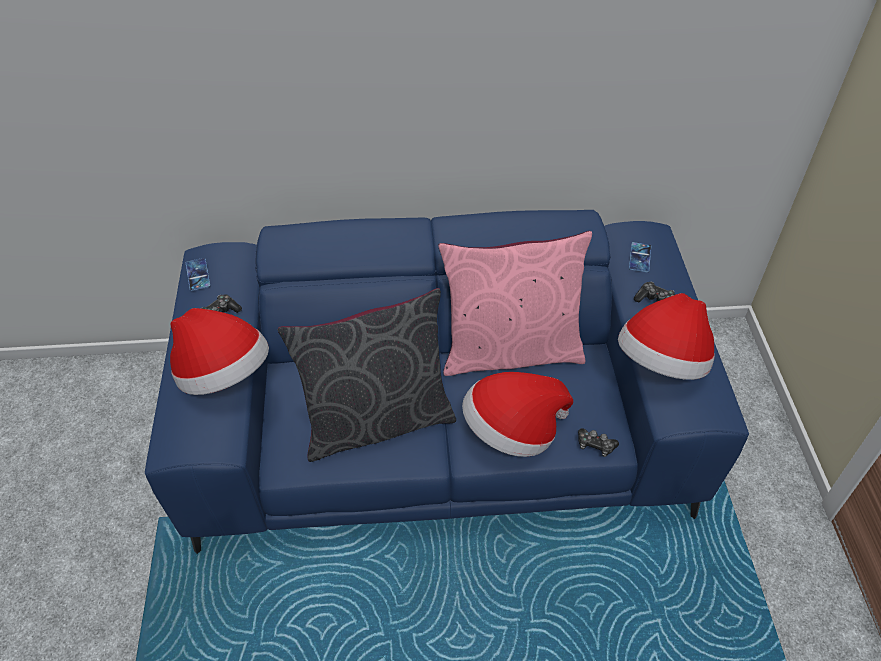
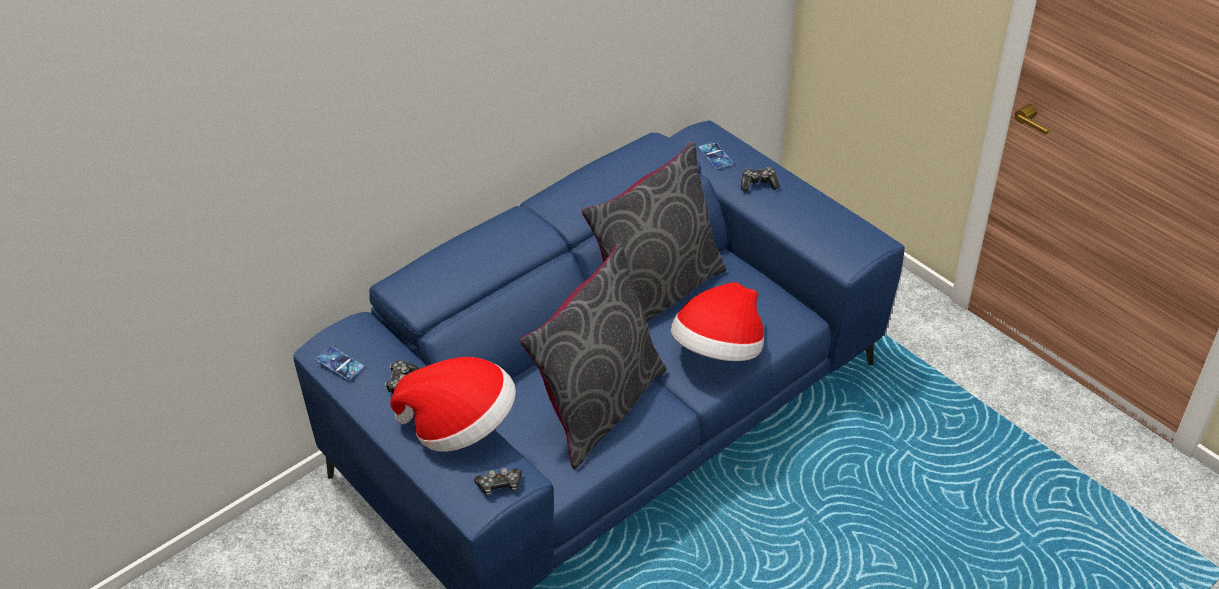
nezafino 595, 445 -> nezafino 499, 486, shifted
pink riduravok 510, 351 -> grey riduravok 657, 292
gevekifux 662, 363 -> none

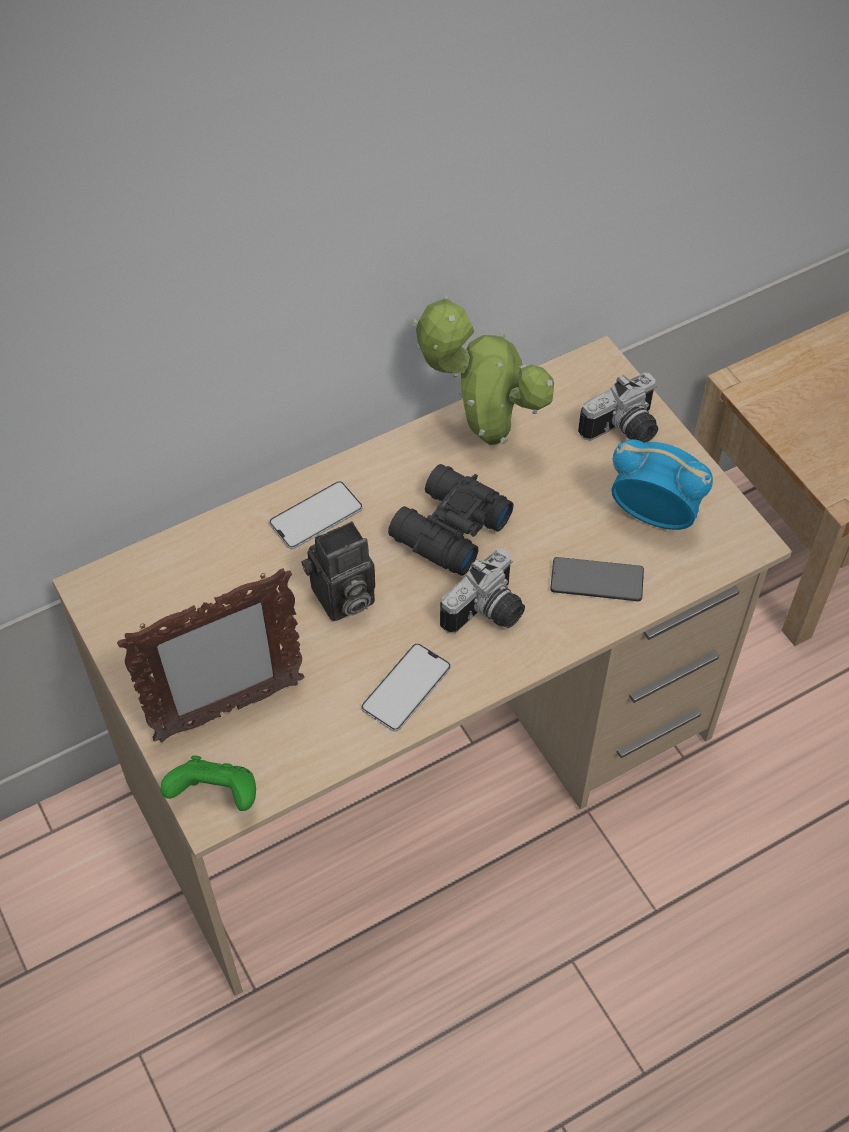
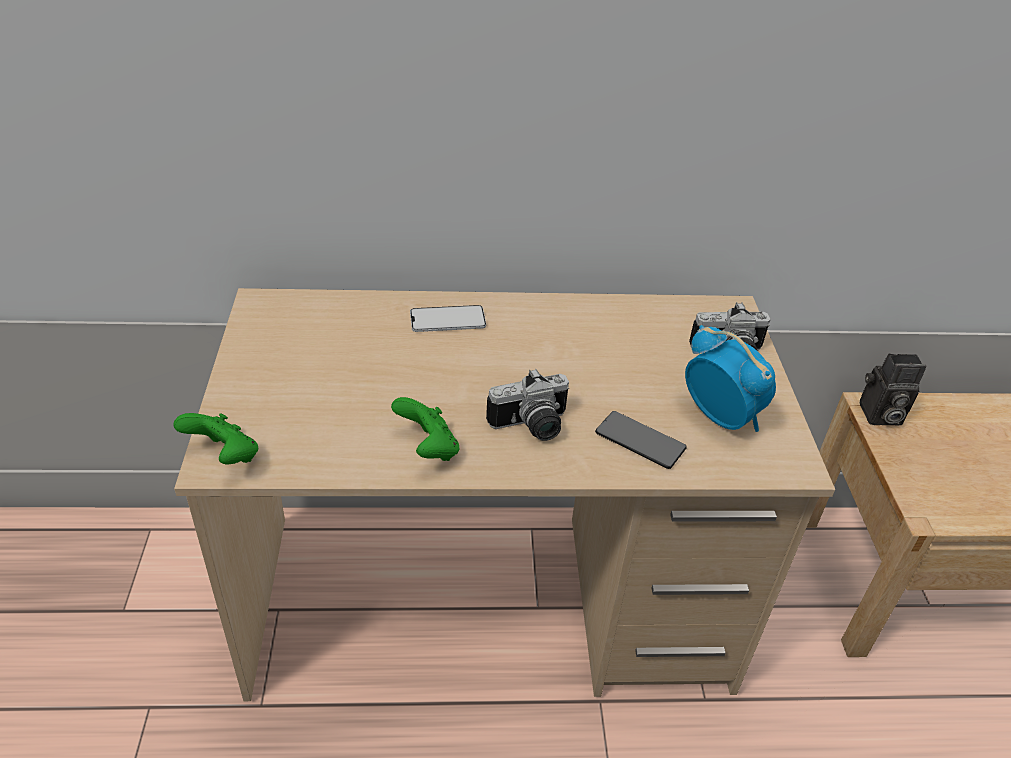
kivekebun 406, 687 -> green nezafino 428, 448
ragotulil 342, 600 -> ragotulil 879, 415, shifted
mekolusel 228, 711 -> none
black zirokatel 447, 530 -> none
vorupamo 483, 435 -> none

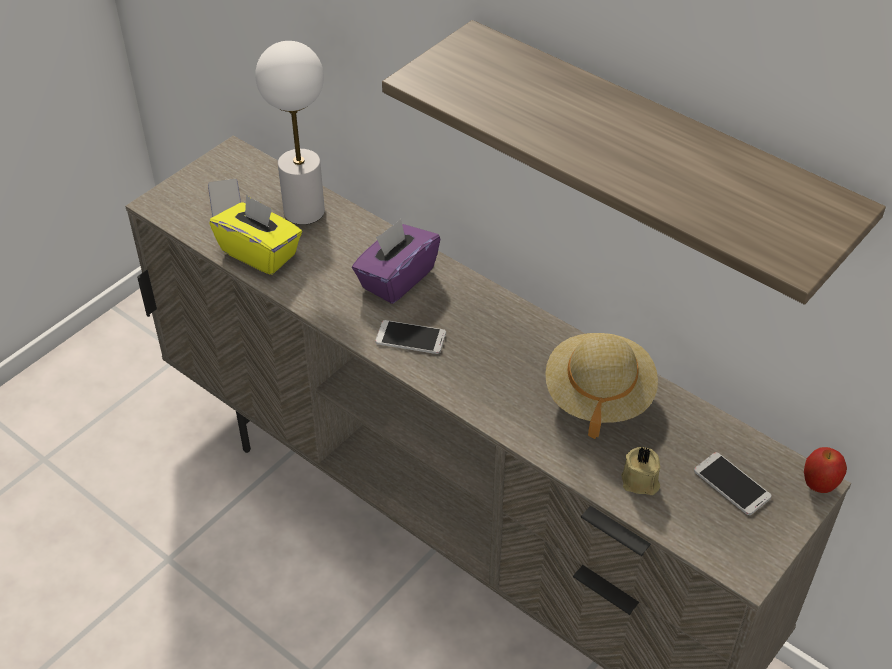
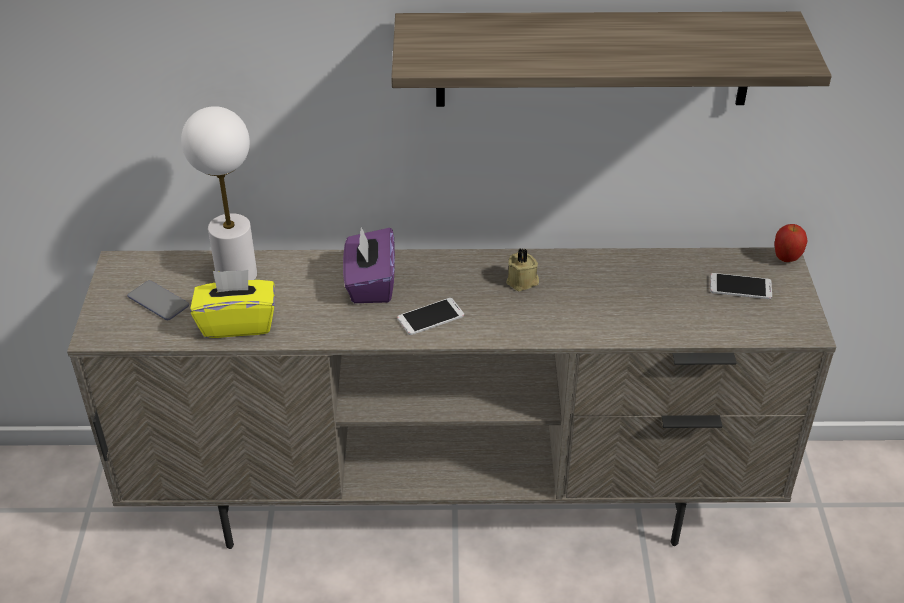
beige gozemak 640, 482 -> beige gozemak 523, 282, shifted
beige gevekifux 598, 395 -> none

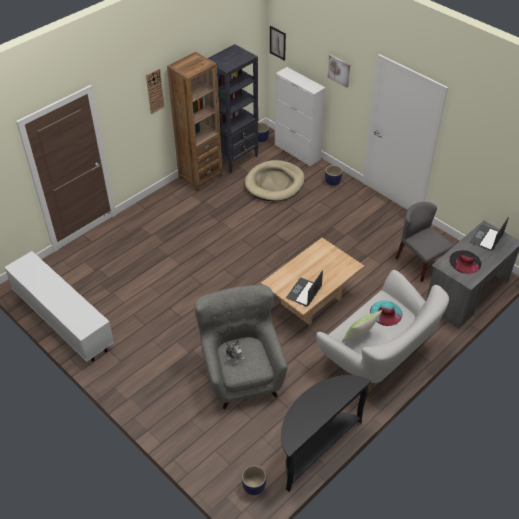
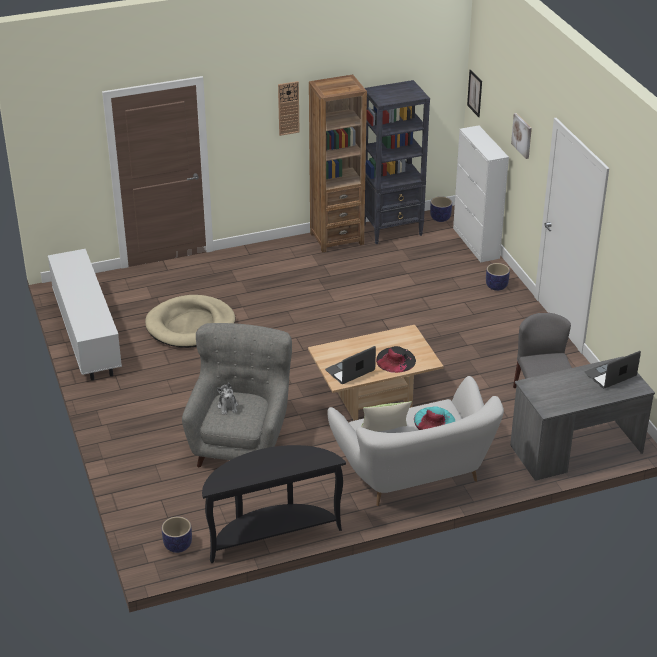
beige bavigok 274, 183 -> beige bavigok 190, 325, shifted
black gevekifux 465, 262 -> black gevekifux 395, 360, shifted

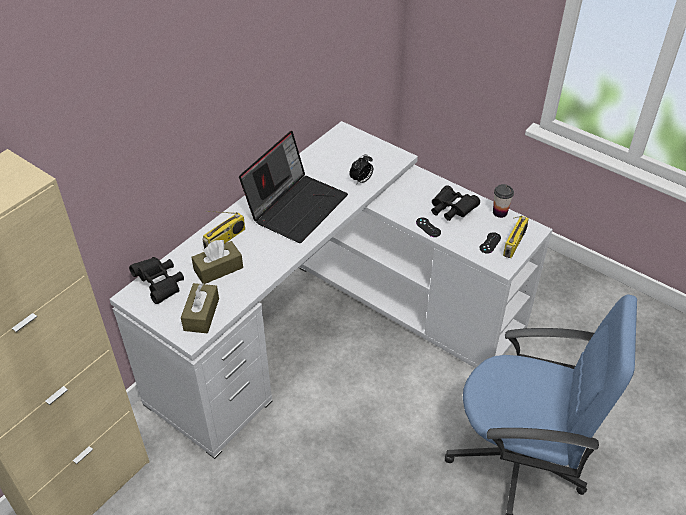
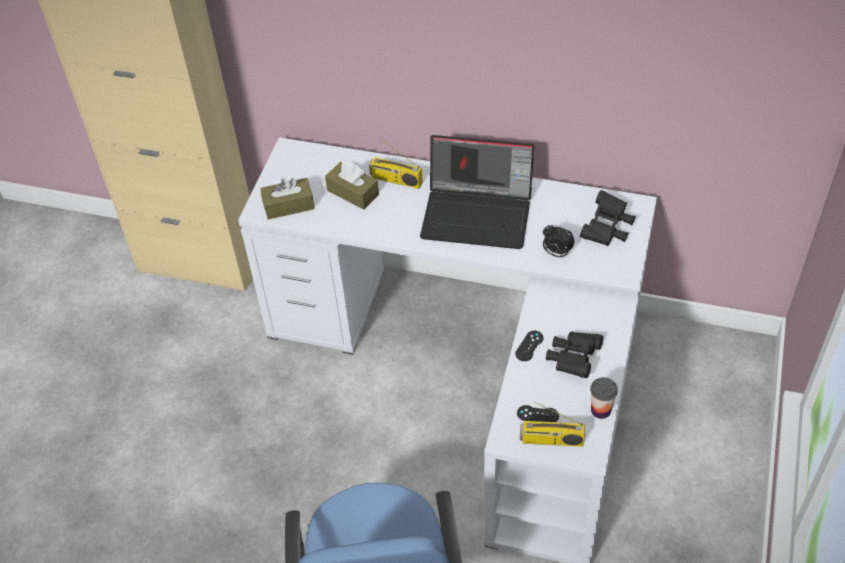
black zirokatel 160, 285 -> black zirokatel 607, 228, shifted

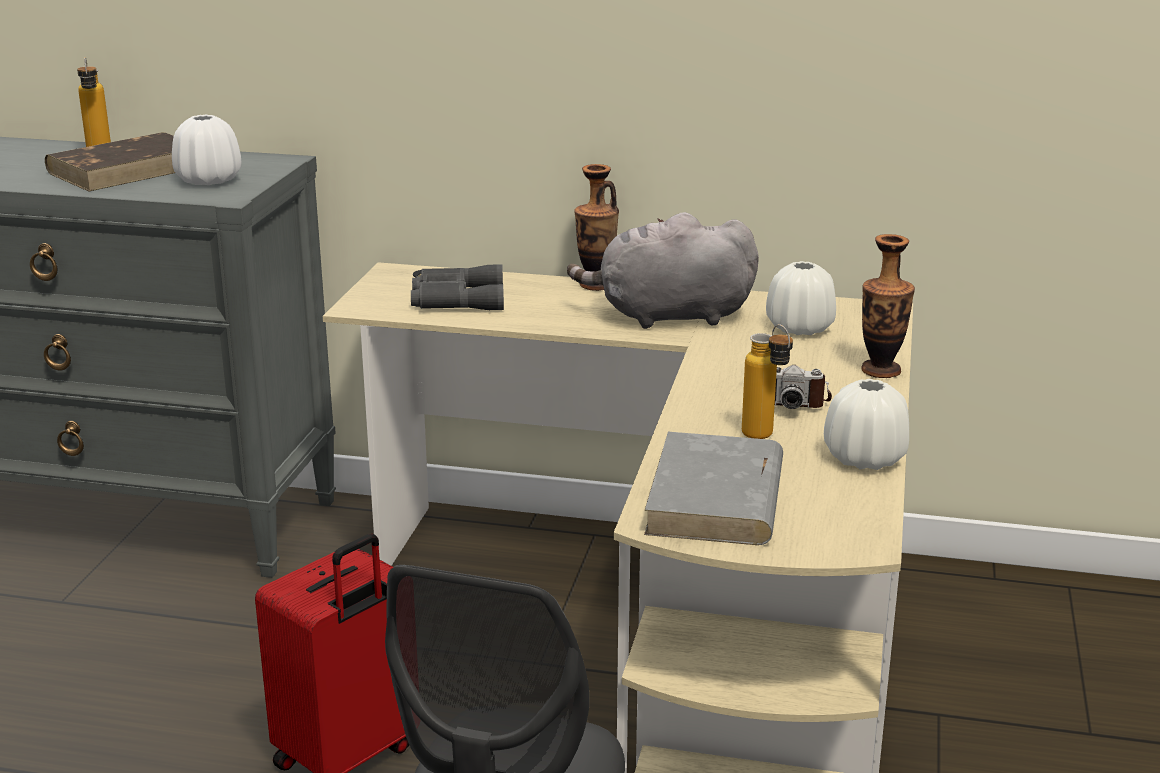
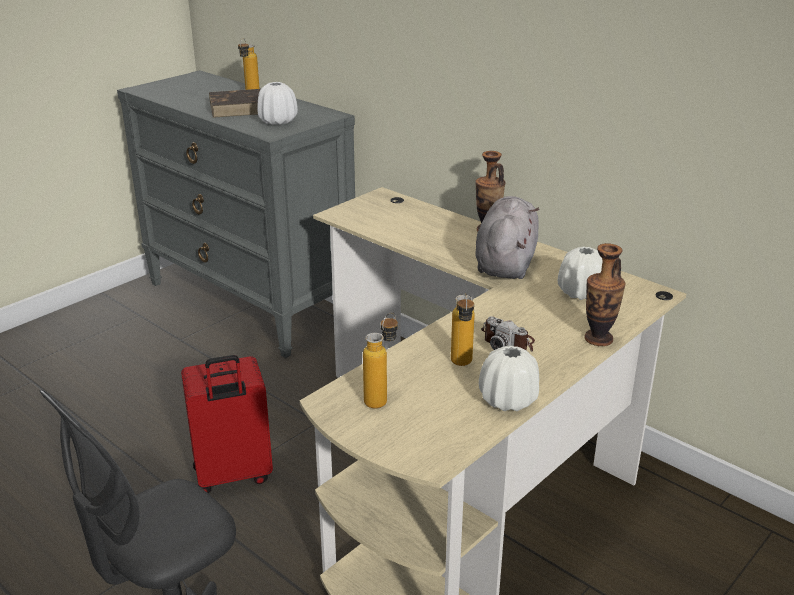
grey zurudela 716, 499 -> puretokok 382, 398
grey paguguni 668, 316 -> grey paguguni 505, 263, 75 degrees clockwise
grey zirokatel 455, 299 -> none

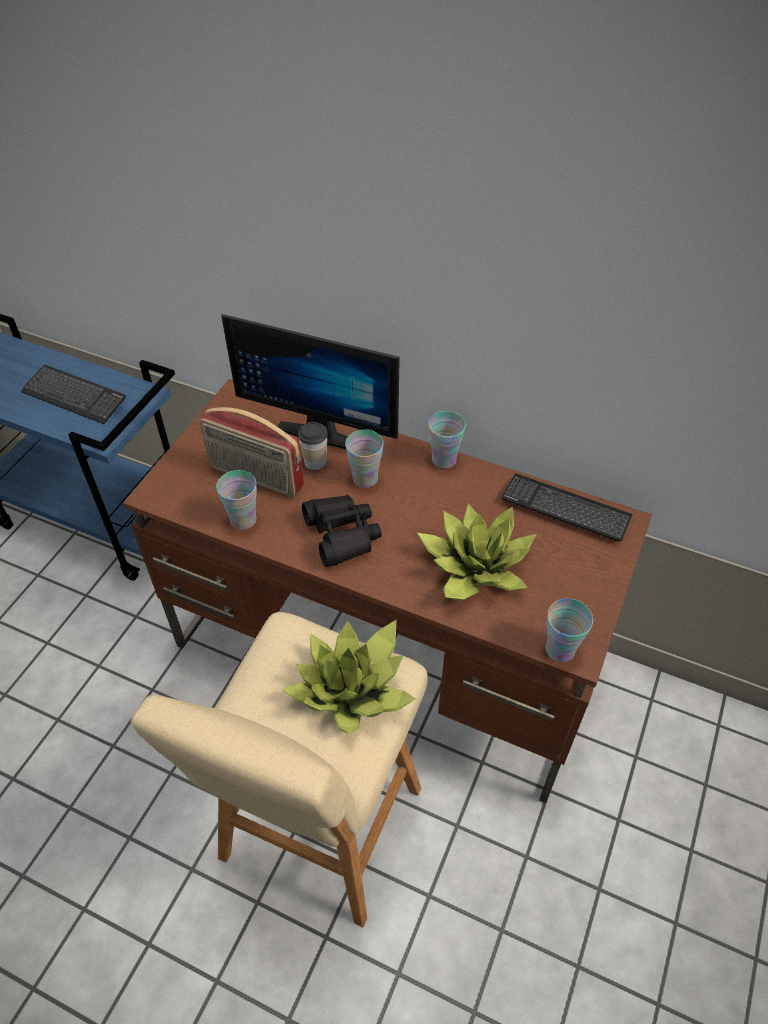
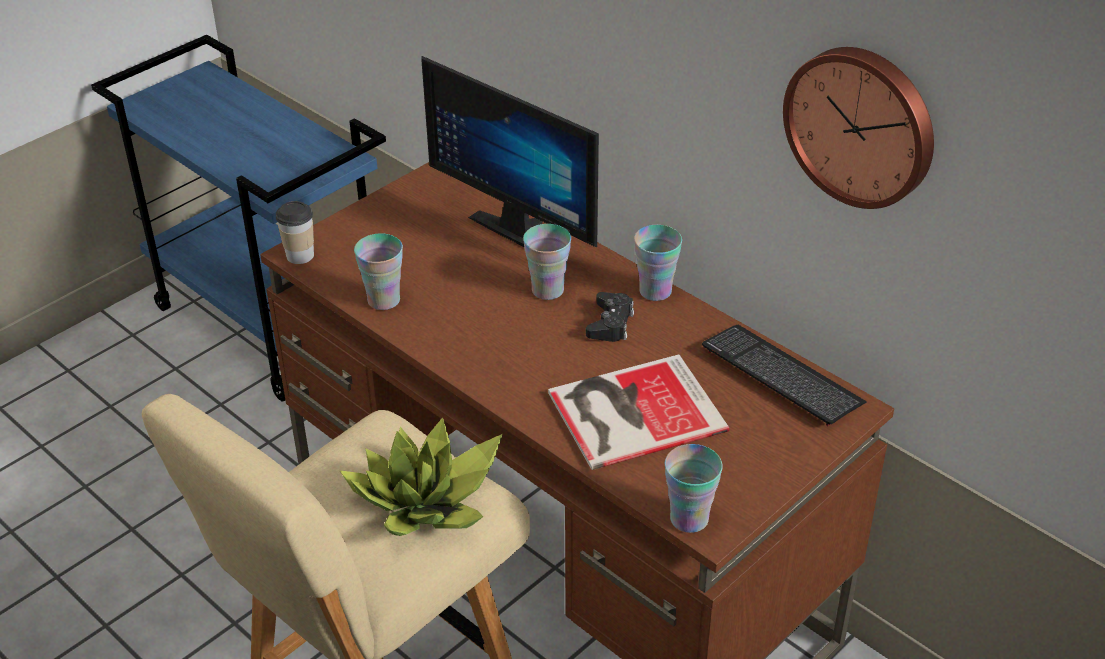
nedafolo 315, 462 -> nedafolo 300, 255, shifted
vorupamo 475, 567 -> zurudela 631, 411
none -> black nezafino 610, 323
none -> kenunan 862, 125
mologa 74, 396 -> none
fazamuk 255, 477 -> none
black zirokatel 342, 535 -> none

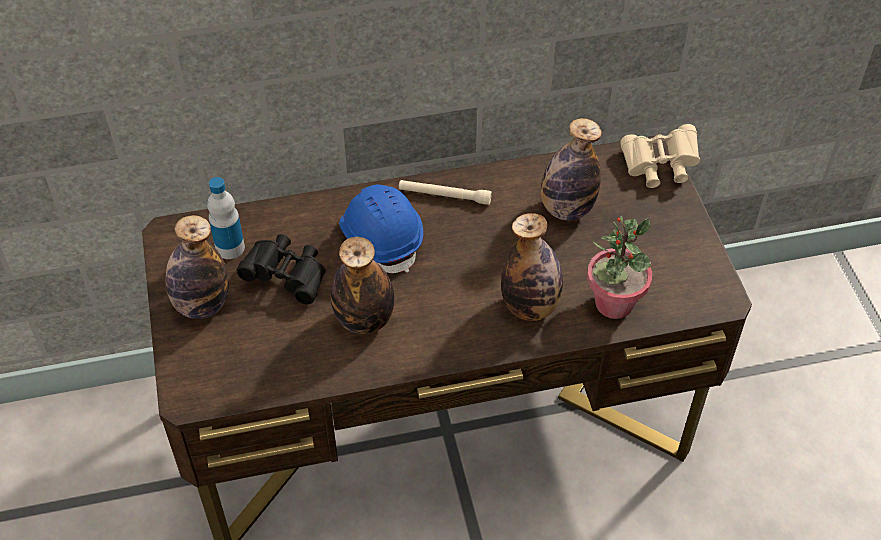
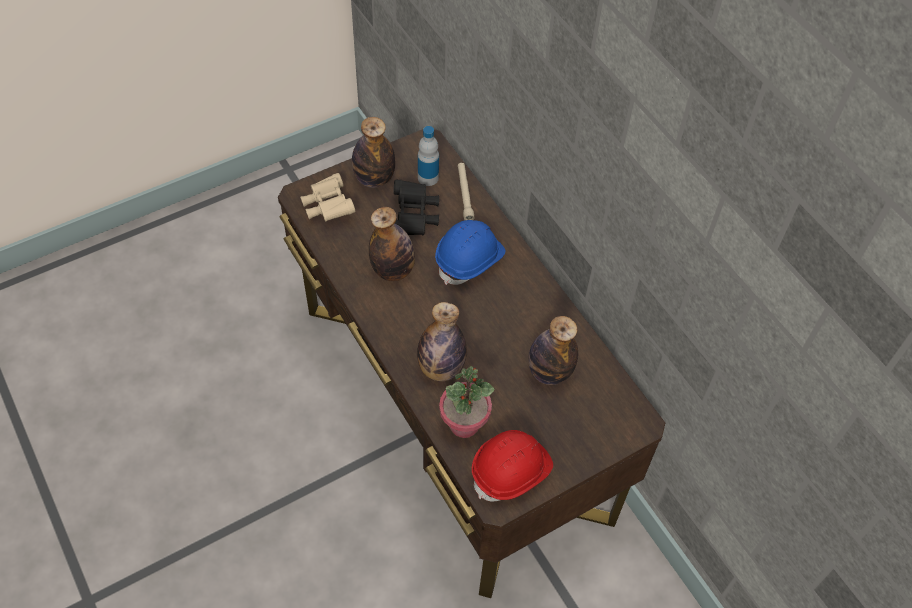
beige zirokatel 659, 167 -> beige zirokatel 328, 207, shifted
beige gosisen 444, 196 -> beige gosisen 464, 194, shifted
none -> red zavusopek 511, 471

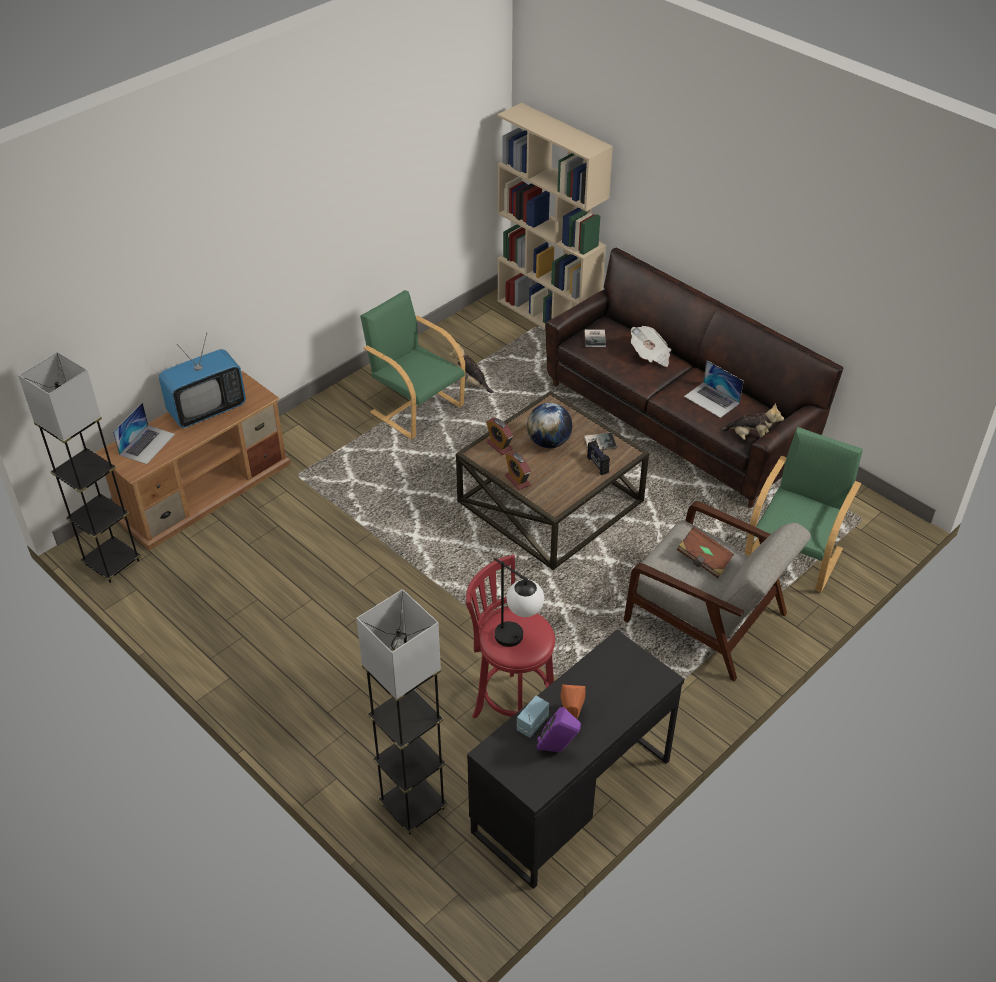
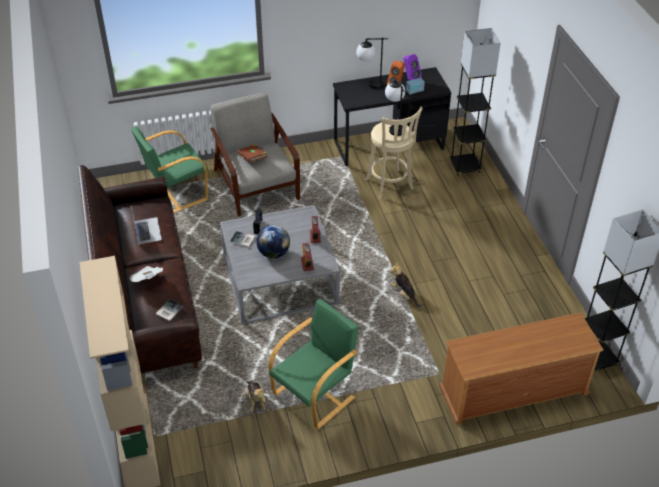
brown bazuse 551, 501 -> grey bazuse 279, 280
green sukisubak 416, 408 -> green sukisubak 315, 395, 120 degrees counterclockwise
none -> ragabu 369, 84
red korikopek 511, 706 -> beige korikopek 390, 186
paguguni 750, 438 -> paguguni 404, 294, shifted
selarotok 147, 444 -> none
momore 207, 409 -> none

